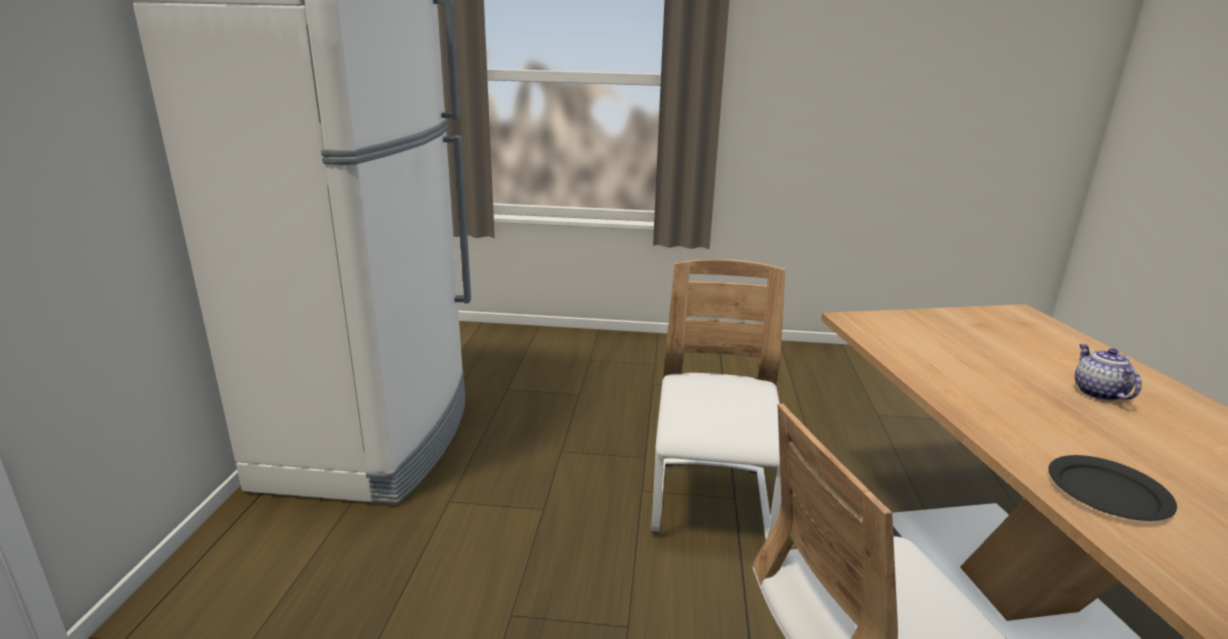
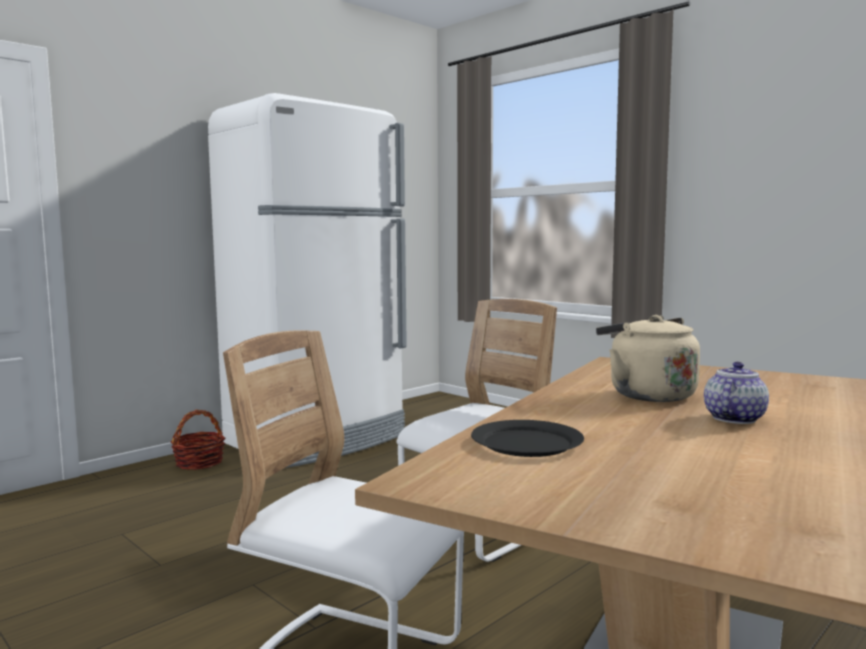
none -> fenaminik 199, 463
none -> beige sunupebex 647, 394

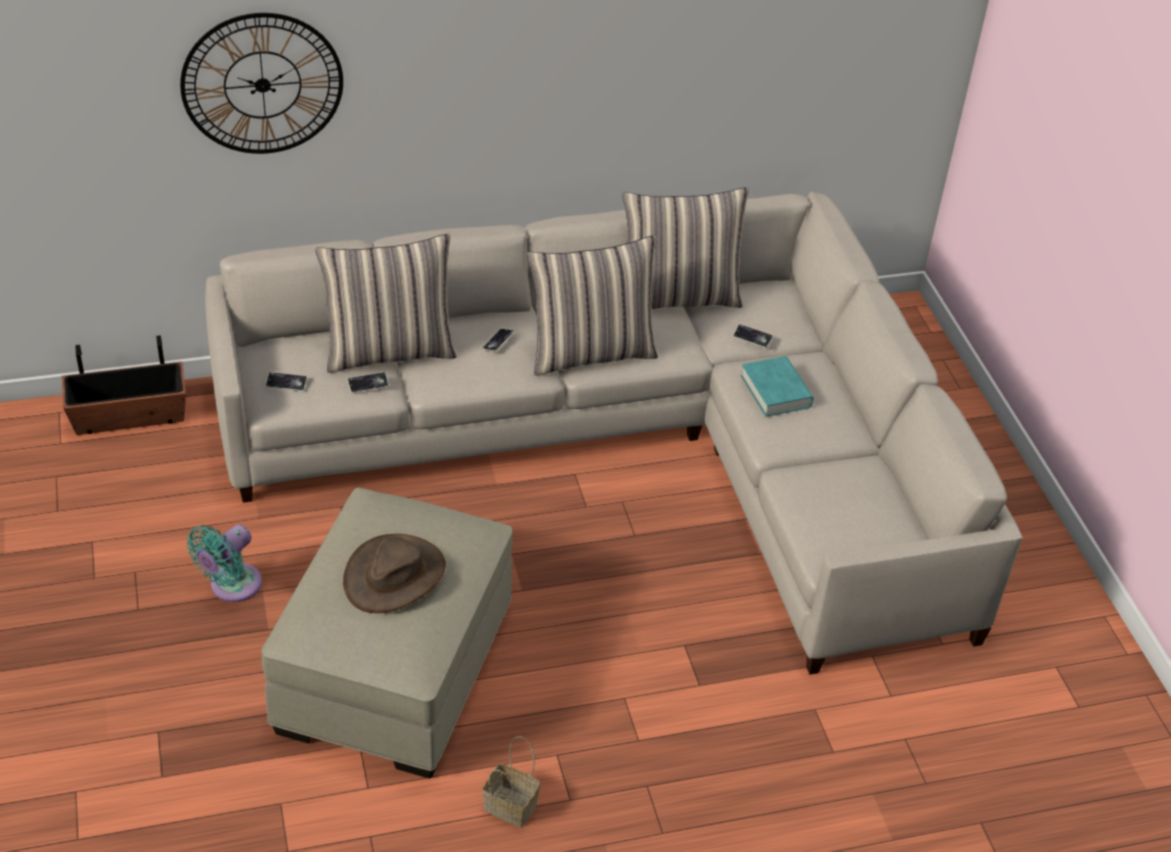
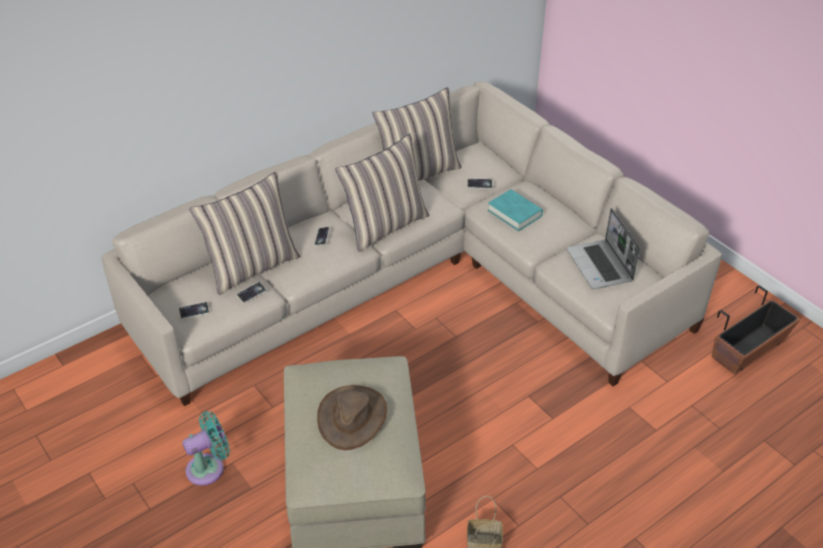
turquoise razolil 231, 586 -> turquoise razolil 209, 468, 135 degrees counterclockwise
none -> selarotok 600, 266
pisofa 129, 416 -> pisofa 749, 349, shifted
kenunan 262, 84 -> none

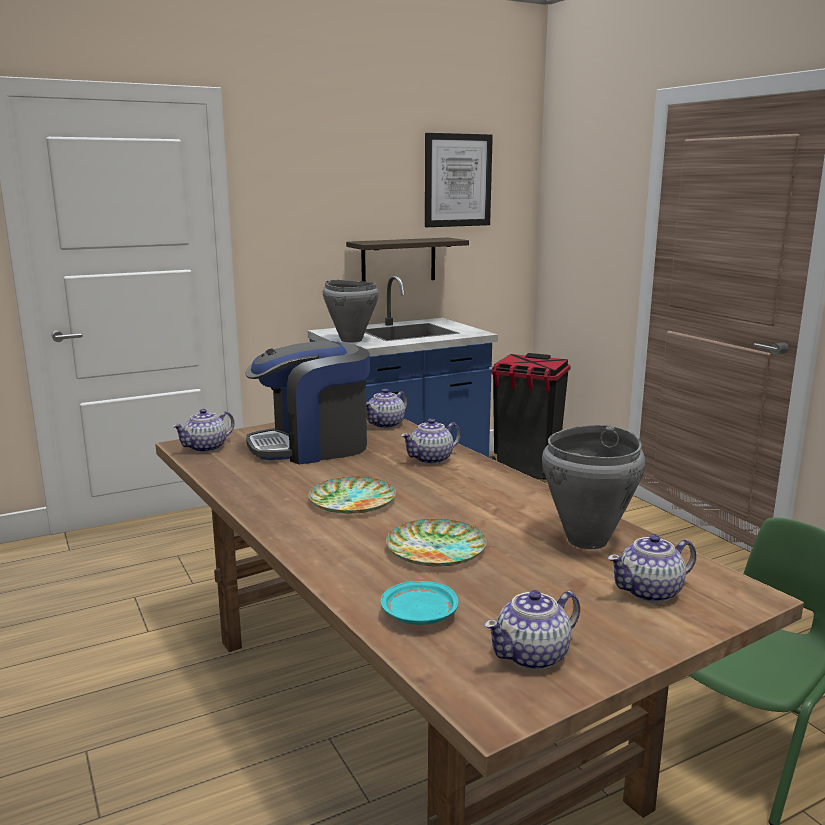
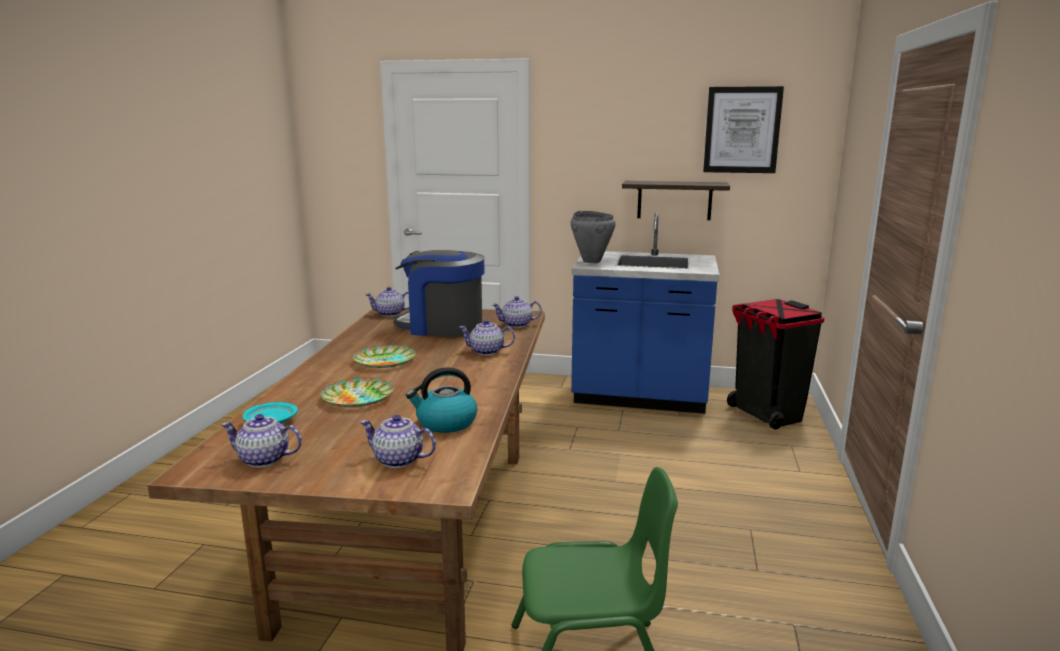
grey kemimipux 588, 540 -> sunupebex 445, 423

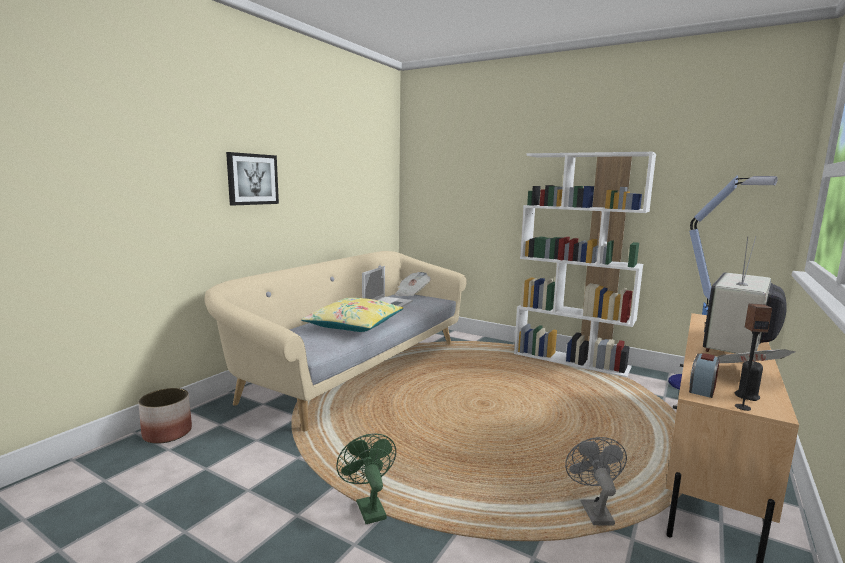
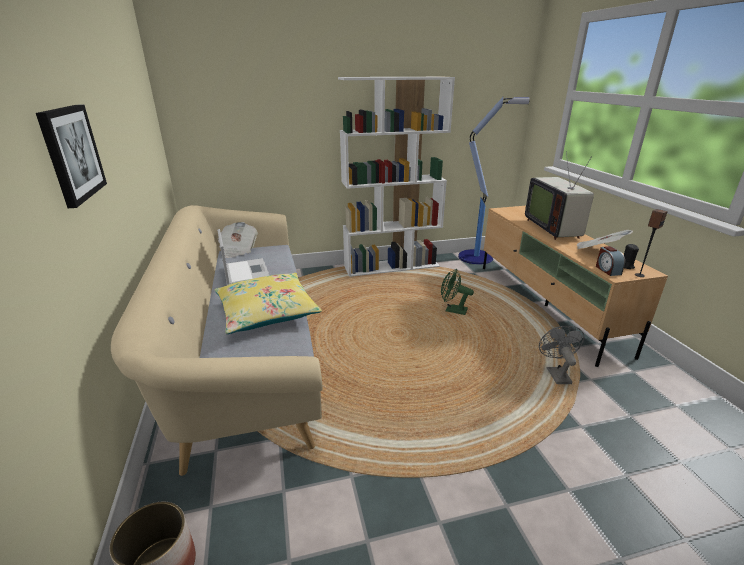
green razolil 368, 507 -> green razolil 452, 310, shifted
grey razolil 593, 509 -> grey razolil 556, 373, 45 degrees clockwise

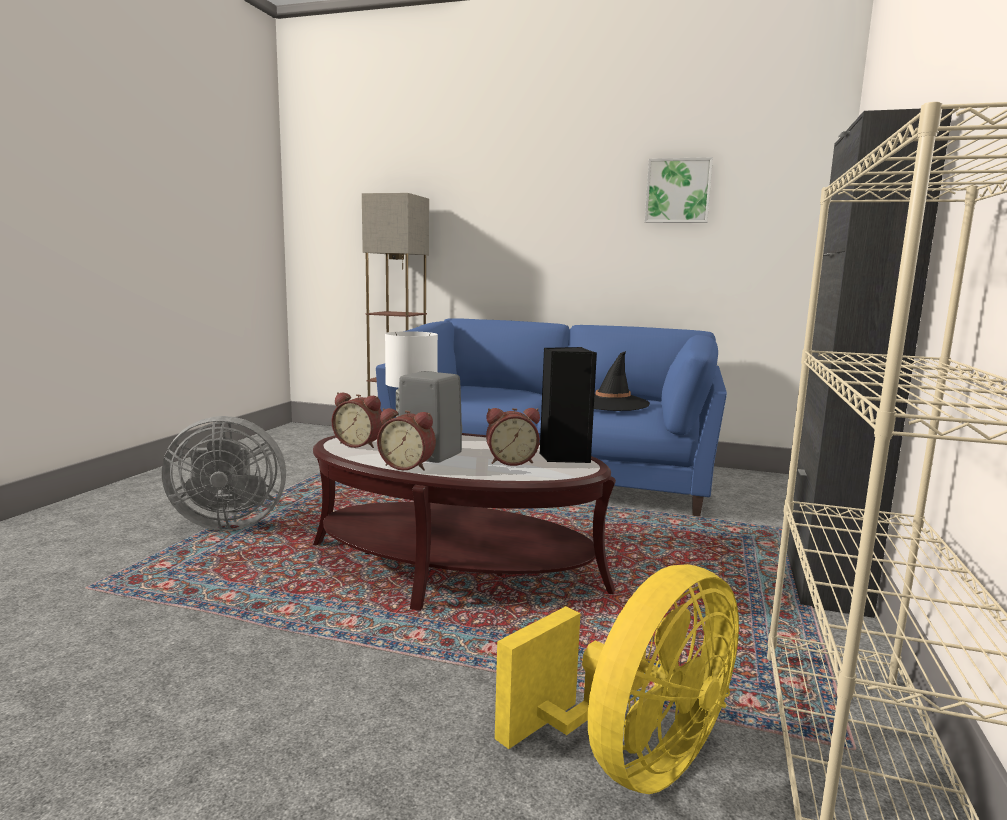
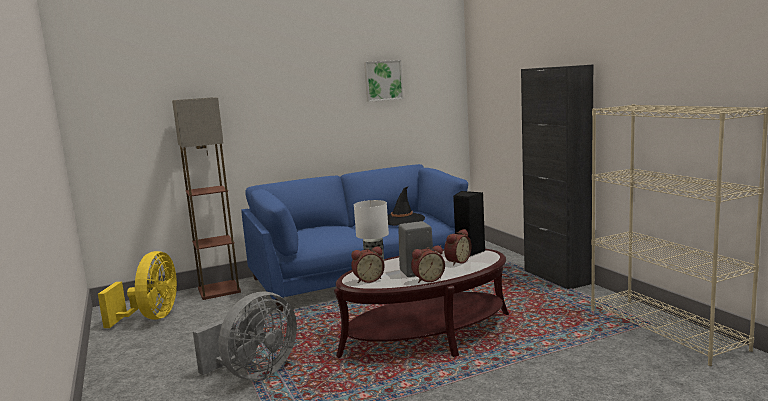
yellow razolil 632, 760 -> yellow razolil 151, 318, shifted

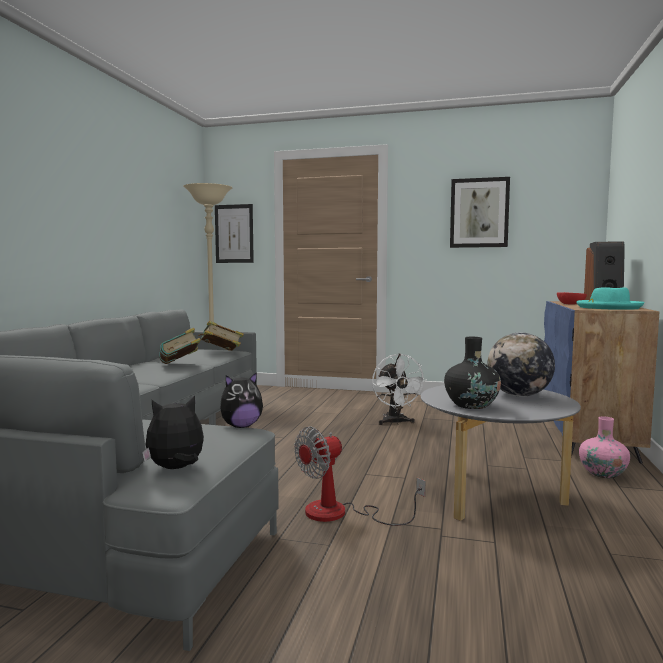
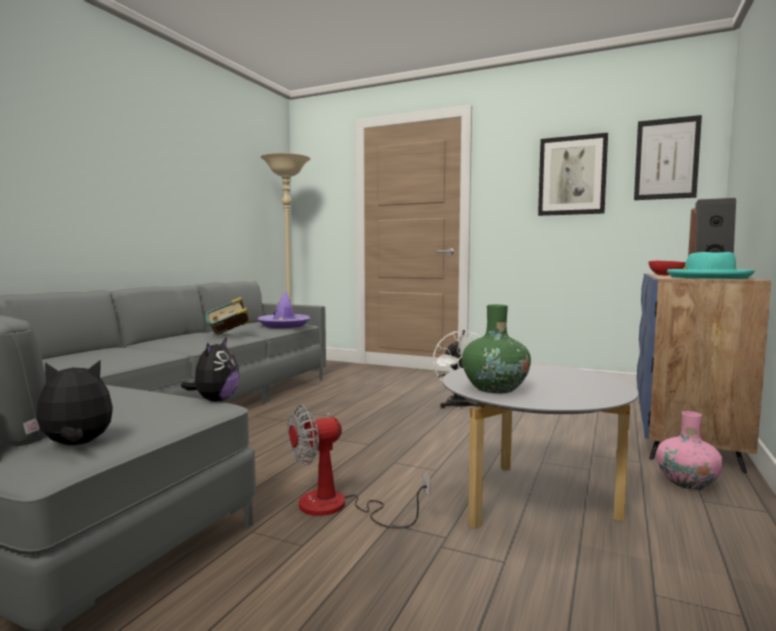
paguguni 241, 426 -> paguguni 215, 400, 60 degrees counterclockwise
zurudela 221, 352 -> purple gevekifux 284, 325
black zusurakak 471, 405 -> green zusurakak 495, 388
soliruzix 234, 233 -> soliruzix 666, 159, shifted
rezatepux 519, 395 -> none

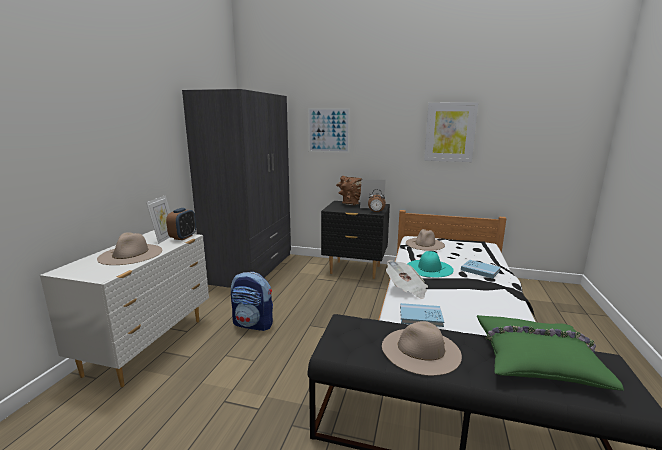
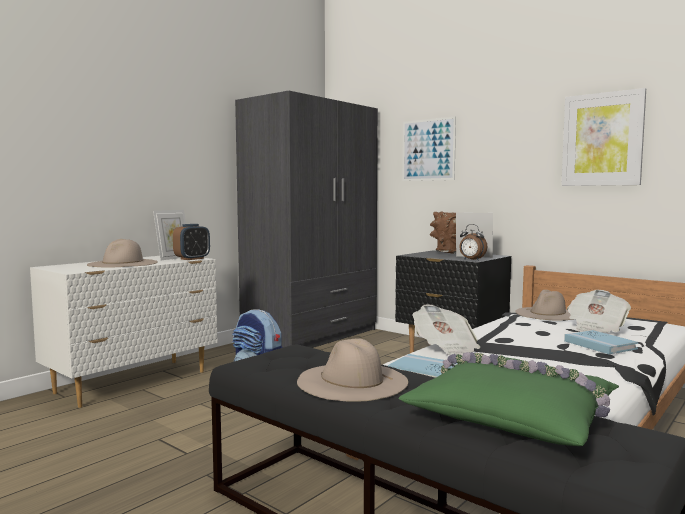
none -> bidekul 596, 328
turquoise gevekifux 429, 268 -> none

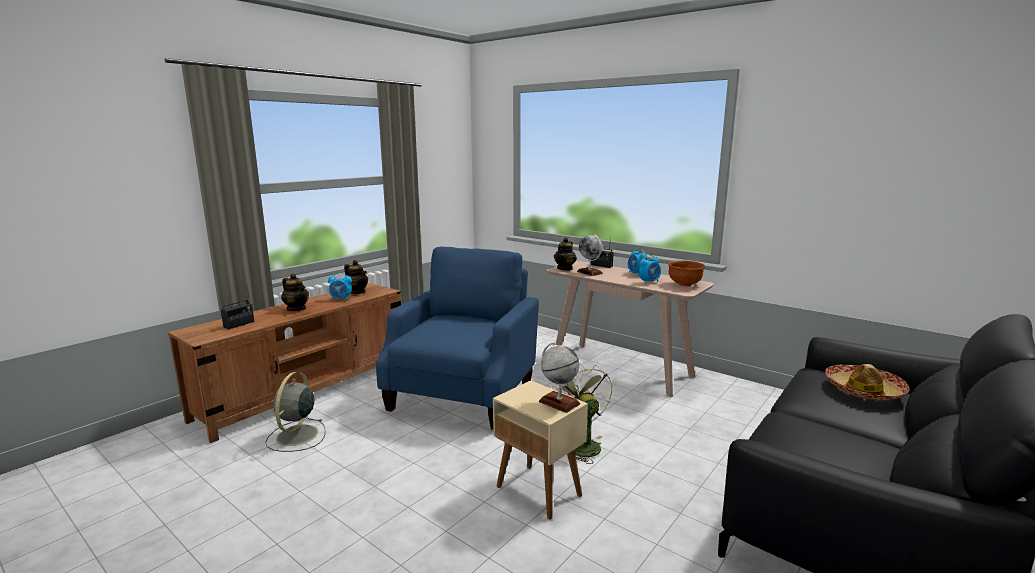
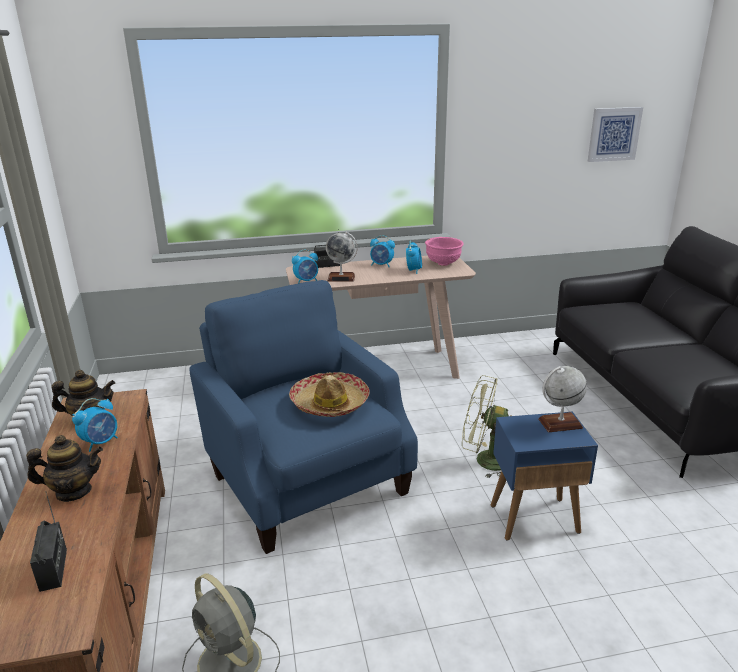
gevekifux 863, 390 -> gevekifux 330, 403, shifted
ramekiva 565, 268 -> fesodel 306, 281
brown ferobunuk 684, 285 -> pink ferobunuk 443, 264
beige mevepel 539, 491 -> blue mevepel 535, 518
none -> soliruzix 614, 134

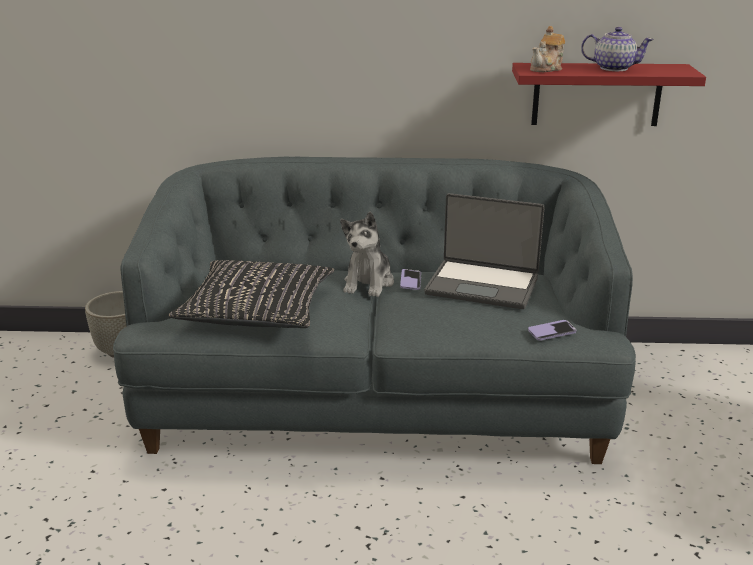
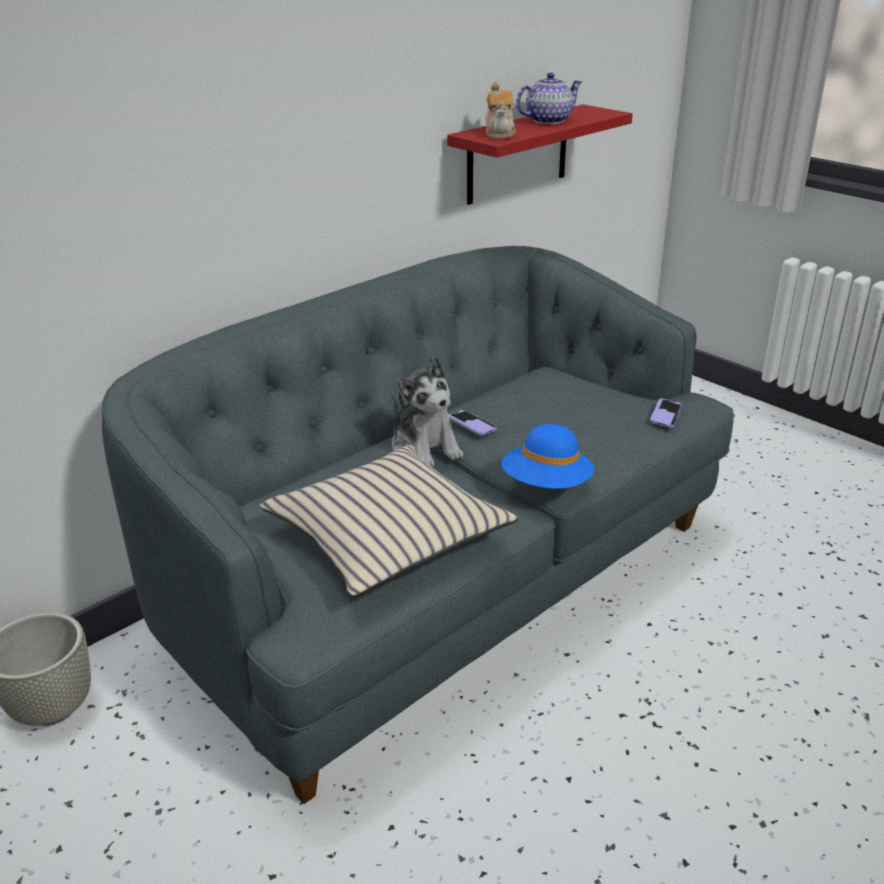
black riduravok 257, 309 -> beige riduravok 387, 535
none -> blue gevekifux 546, 485
selarotok 483, 285 -> none

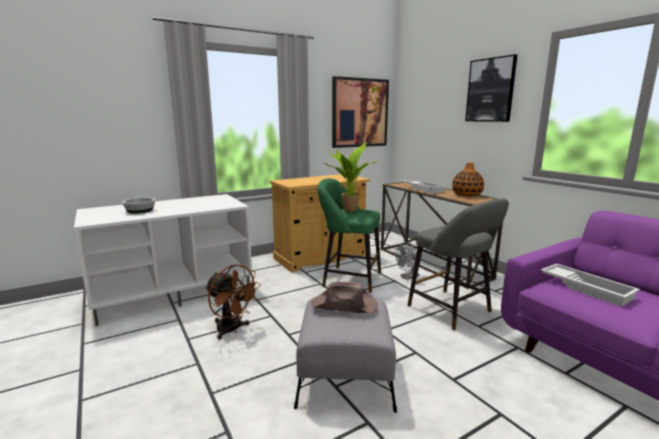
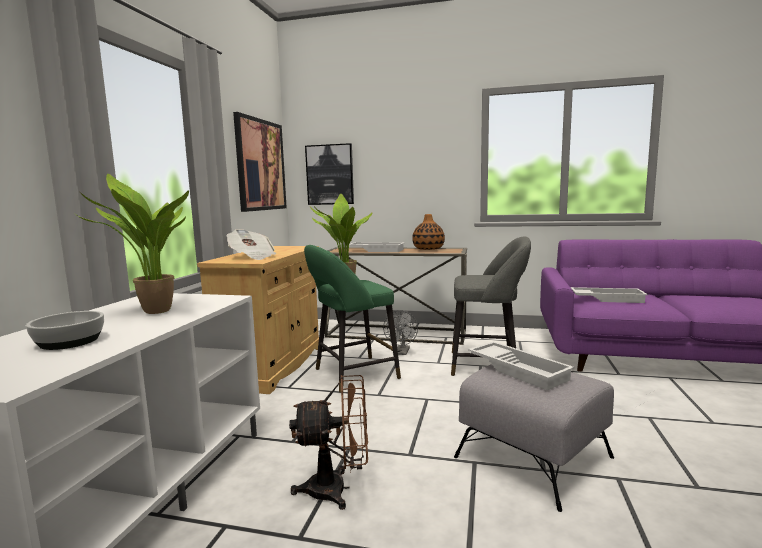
none -> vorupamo 152, 312
none -> bidekul 252, 257
soliruzix 490, 90 -> soliruzix 330, 174, shifted
brown gevekifux 345, 305 -> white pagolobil 519, 370

